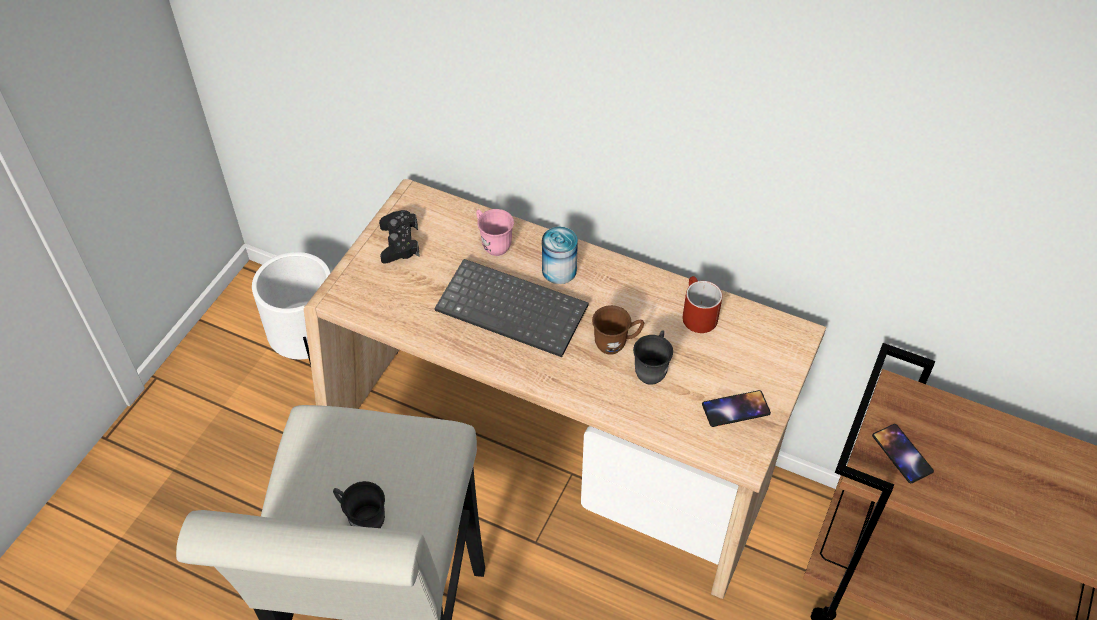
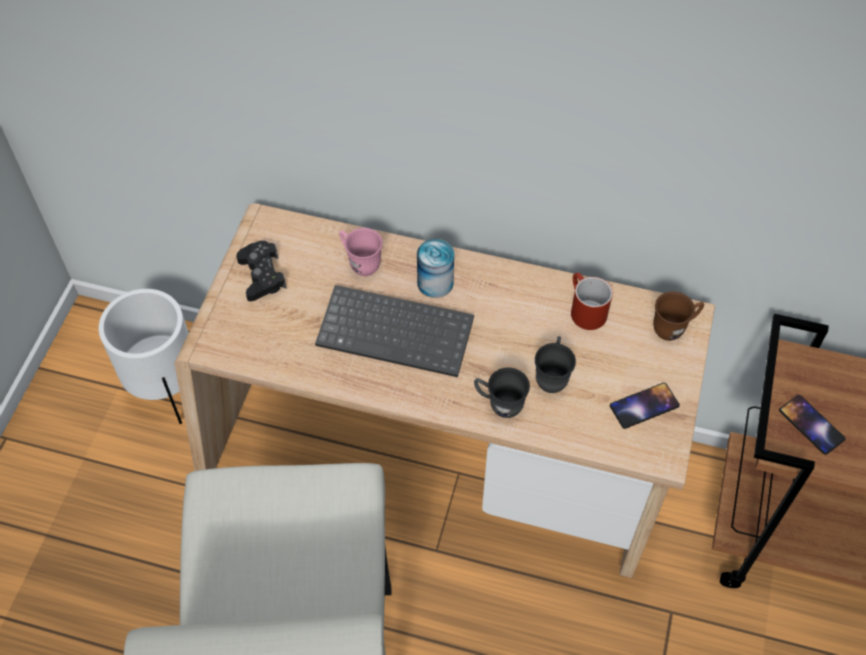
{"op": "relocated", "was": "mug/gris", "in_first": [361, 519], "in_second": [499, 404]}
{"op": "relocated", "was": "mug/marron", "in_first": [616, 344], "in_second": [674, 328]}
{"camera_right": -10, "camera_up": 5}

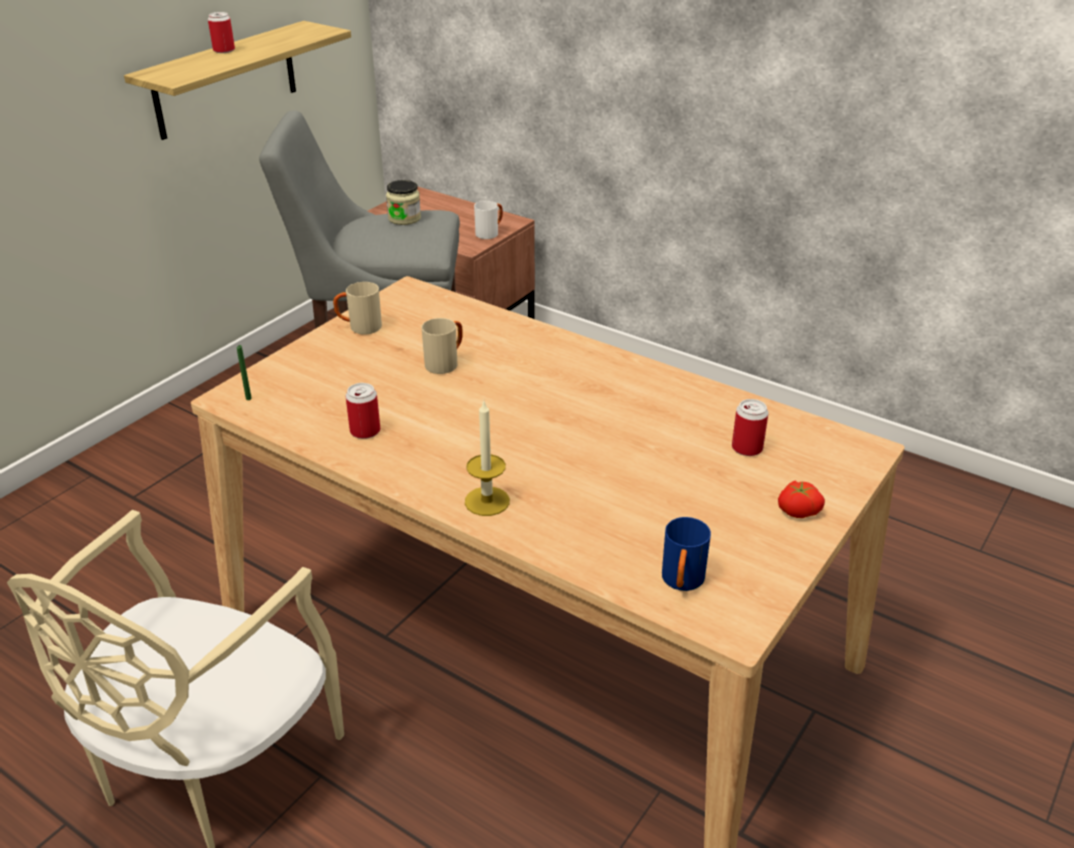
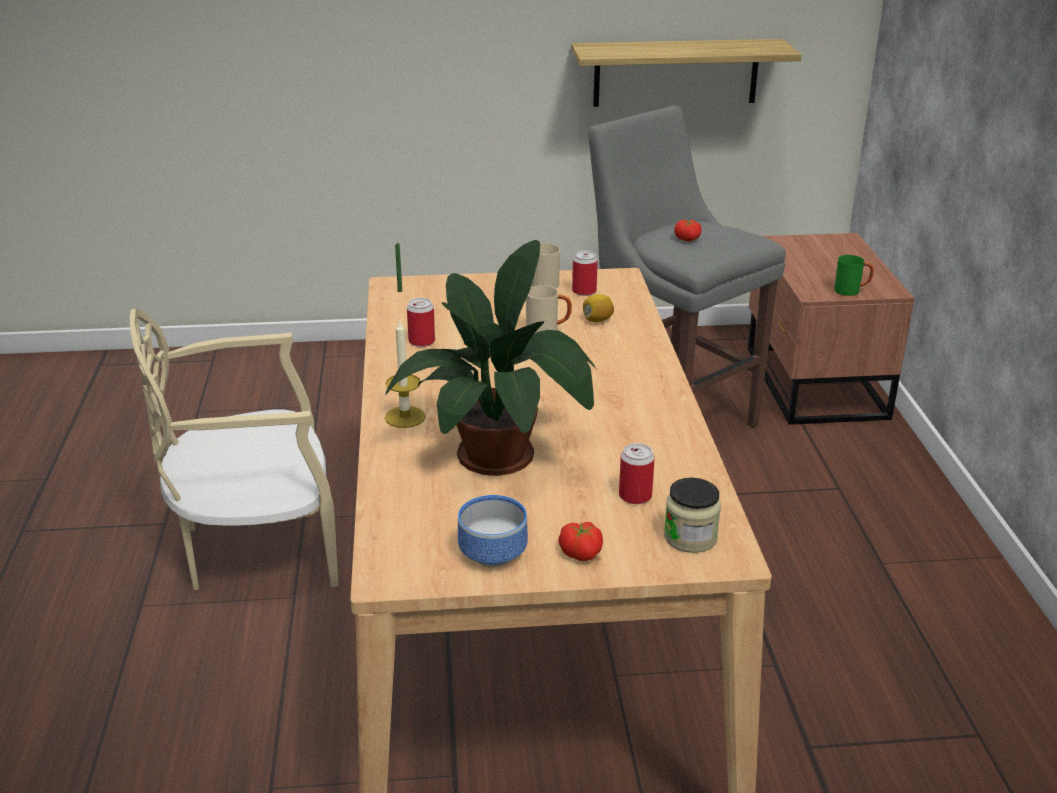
{"op": "appeared", "now": "plante en pot", "in_second": [503, 453]}
{"op": "appeared", "now": "bol", "in_second": [490, 552]}
{"op": "relocated", "was": "boîte métallique", "in_first": [224, 50], "in_second": [584, 291]}
{"op": "appeared", "now": "citron", "in_second": [597, 320]}
{"op": "relocated", "was": "bocal", "in_first": [404, 218], "in_second": [690, 537]}
{"op": "appeared", "now": "tomate", "in_second": [688, 239]}
{"op": "colour", "was": "mug/blanc", "now": "mug/vert", "in_first": [490, 233], "in_second": [852, 291]}
{"op": "missing", "was": "mug/bleu", "in_first": [681, 583]}
{"camera_right": 50, "camera_up": -5}

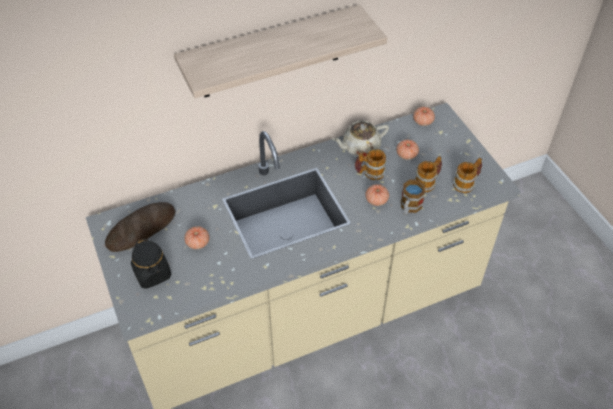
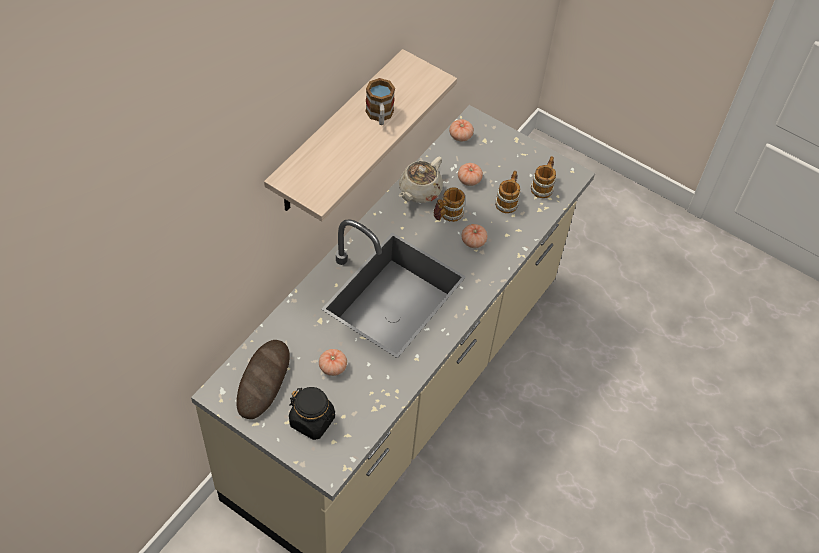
{"op": "relocated", "was": "mug", "in_first": [409, 208], "in_second": [380, 115]}
{"camera_right": -35, "camera_up": 5}

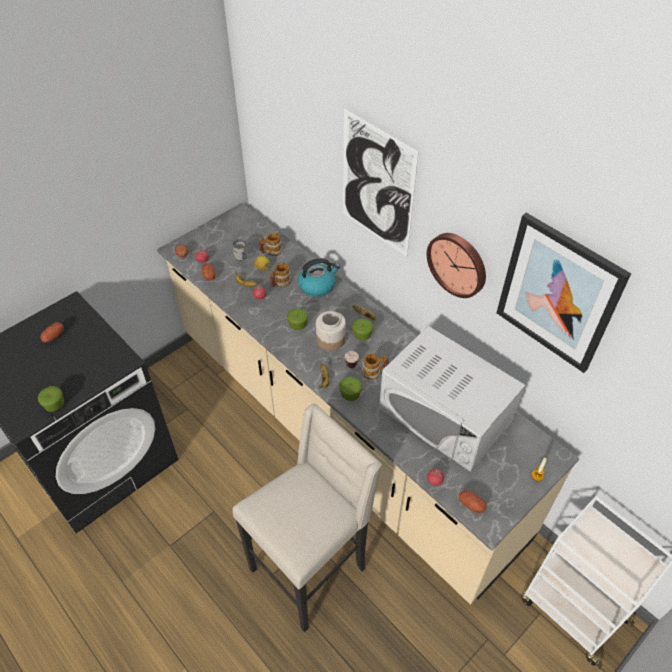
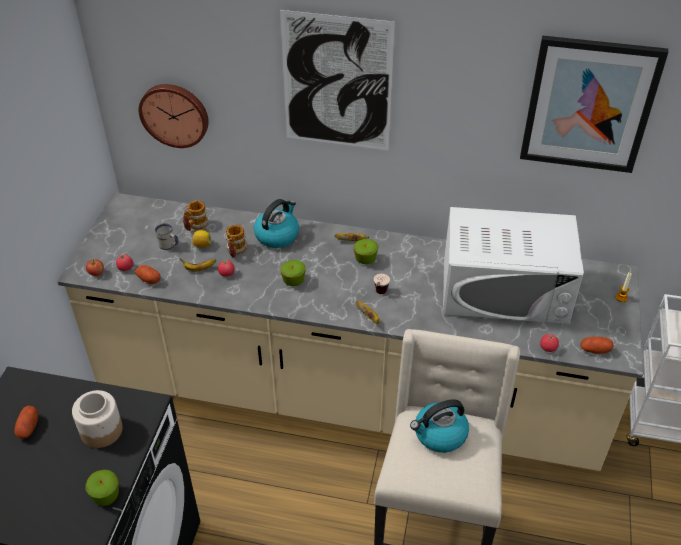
{"op": "relocated", "was": "bocal", "in_first": [331, 339], "in_second": [102, 430]}
{"op": "relocated", "was": "horloge murale", "in_first": [458, 263], "in_second": [175, 114]}
{"op": "appeared", "now": "bouilloire", "in_second": [439, 435]}
{"op": "missing", "was": "pomme", "in_first": [350, 394]}
{"op": "missing", "was": "mug", "in_first": [375, 372]}
{"camera_right": -35, "camera_up": -5}

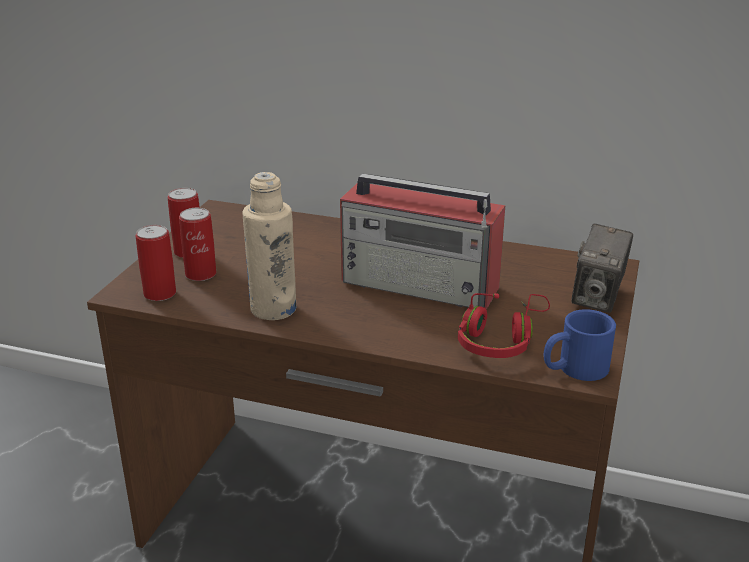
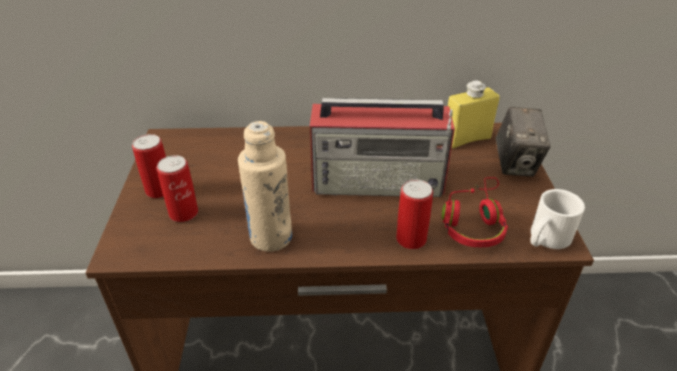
{"op": "relocated", "was": "boîte métallique", "in_first": [160, 293], "in_second": [411, 239]}
{"op": "appeared", "now": "bouteille/jaune", "in_second": [466, 139]}
{"op": "colour", "was": "mug/bleu", "now": "mug/blanc", "in_first": [574, 369], "in_second": [545, 239]}
{"camera_right": -20, "camera_up": 10}

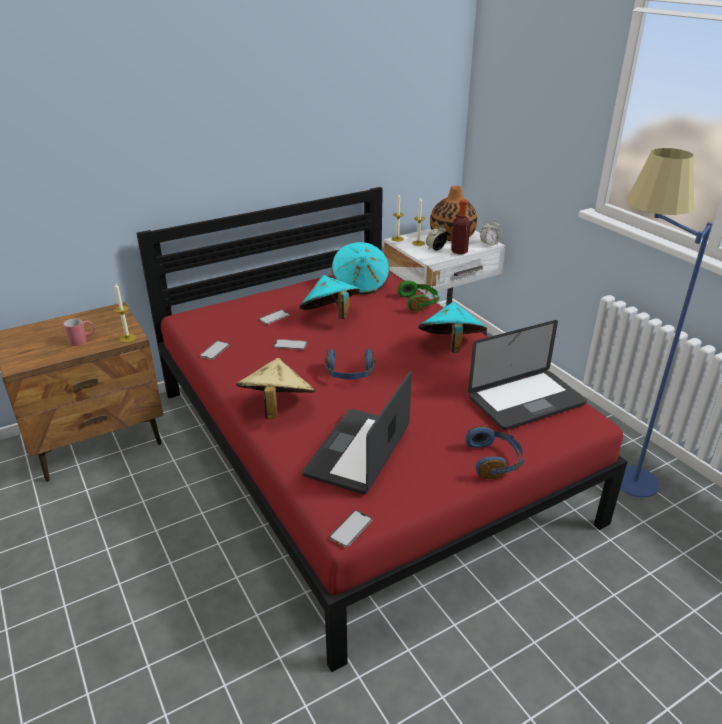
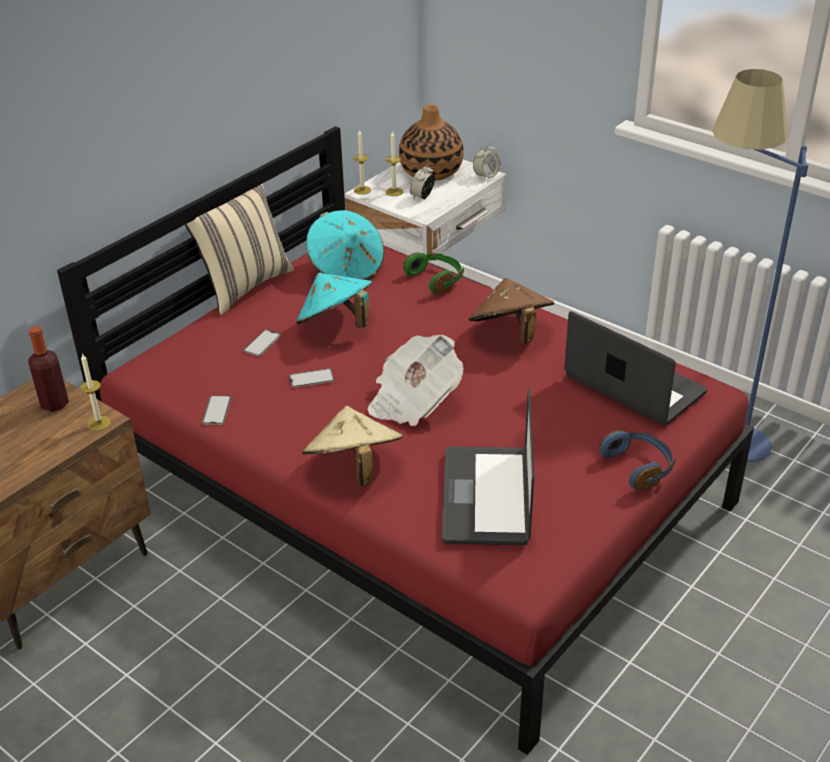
{"op": "relocated", "was": "bouteille", "in_first": [459, 251], "in_second": [54, 404]}
{"op": "appeared", "now": "coussin/beige", "in_second": [244, 286]}
{"op": "exchanged", "was": "casque audio/bleu", "now": "journal", "in_first": [349, 374], "in_second": [413, 400]}
{"op": "colour", "was": "chapeau/turquoise", "now": "chapeau/marron", "in_first": [450, 346], "in_second": [510, 334]}
{"op": "spun", "was": "ordinateur portable", "in_first": [526, 401], "in_second": [634, 385], "clockwise": -90}
{"op": "missing", "was": "mug/rouge", "in_first": [82, 340]}
{"op": "missing", "was": "téléphone", "in_first": [351, 528]}
{"camera_right": -20, "camera_up": 5}

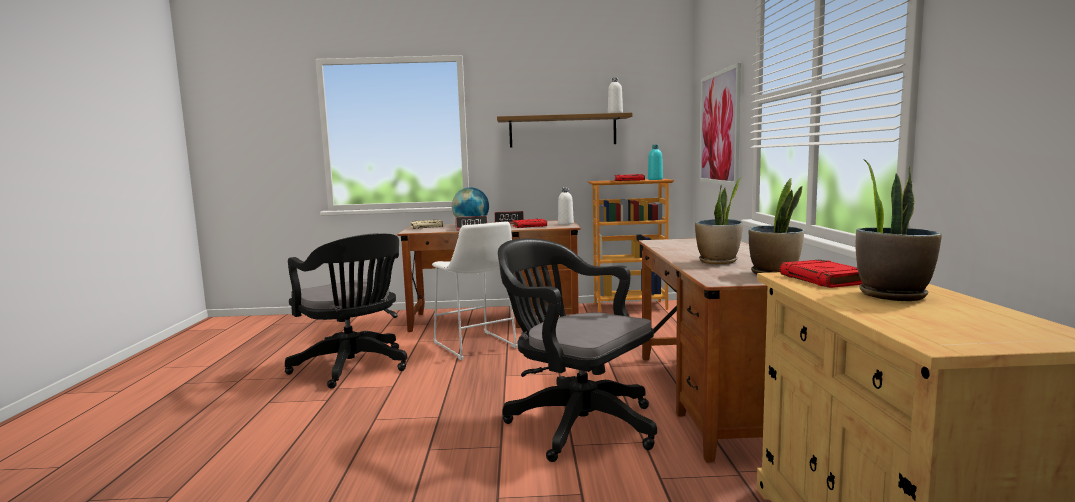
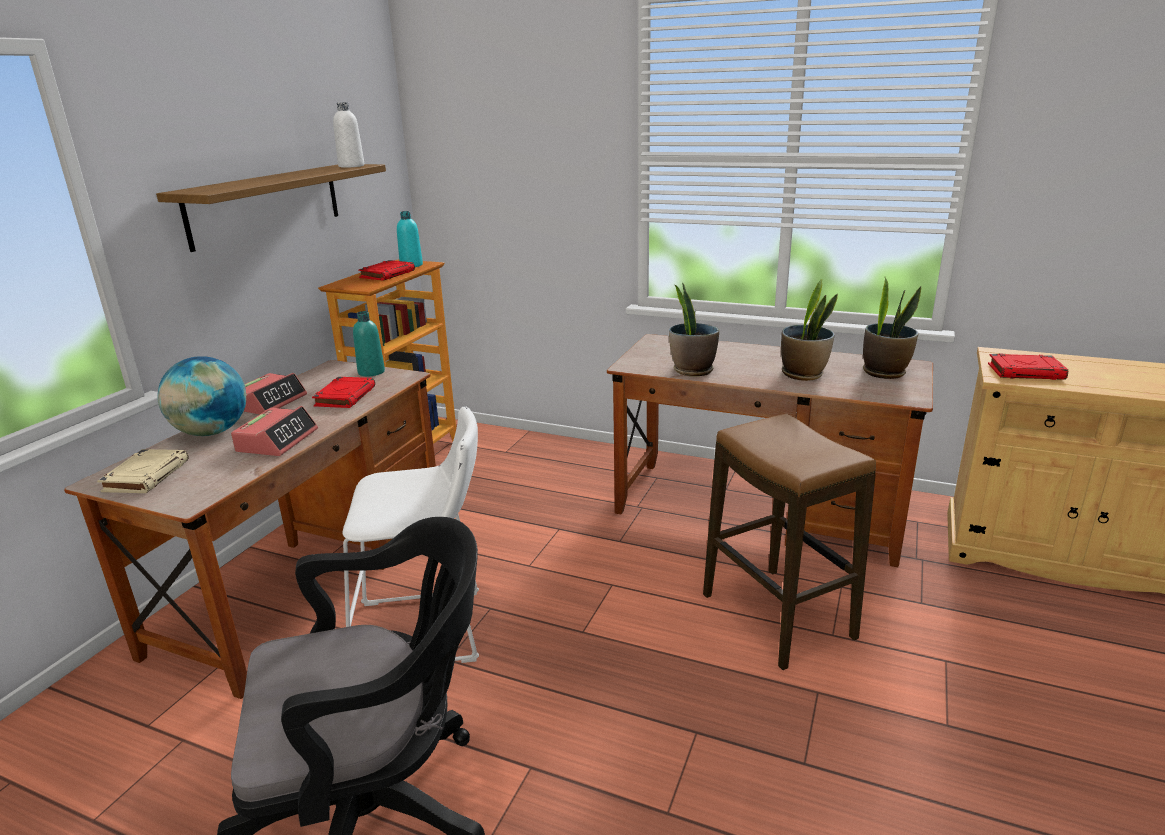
{"op": "colour", "was": "bouteille/blanc", "now": "bouteille/turquoise", "in_first": [565, 223], "in_second": [371, 372]}
{"op": "relocated", "was": "plante en pot", "in_first": [892, 295], "in_second": [692, 370]}
{"op": "exchanged", "was": "chaise de bureau/noir", "now": "tabouret", "in_first": [575, 423], "in_second": [776, 616]}
{"op": "missing", "was": "tableau", "in_first": [719, 128]}
{"camera_right": -65, "camera_up": 15}

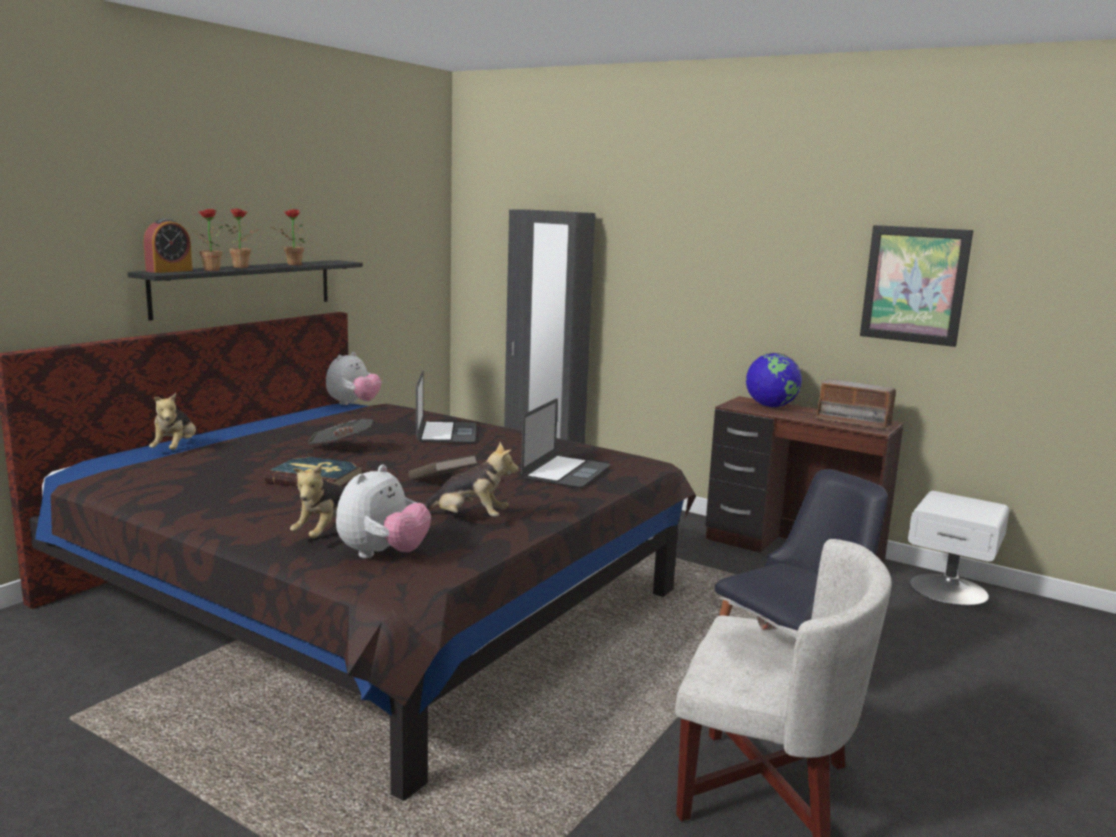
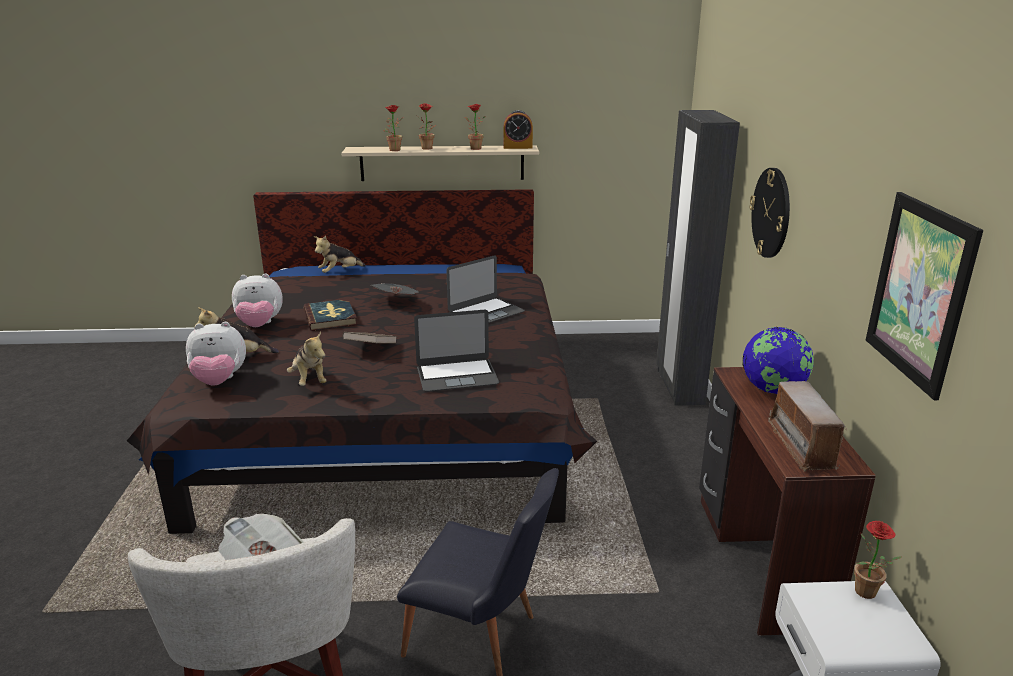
{"op": "relocated", "was": "peluche", "in_first": [353, 404], "in_second": [259, 325]}
{"op": "colour", "was": "étagère/noir", "now": "étagère/beige", "in_first": [245, 287], "in_second": [442, 163]}
{"op": "relocated", "was": "réveil", "in_first": [169, 271], "in_second": [517, 147]}
{"op": "appeared", "now": "horloge murale", "in_second": [771, 213]}
{"op": "appeared", "now": "plante en pot", "in_second": [866, 595]}
{"camera_right": 55, "camera_up": 10}

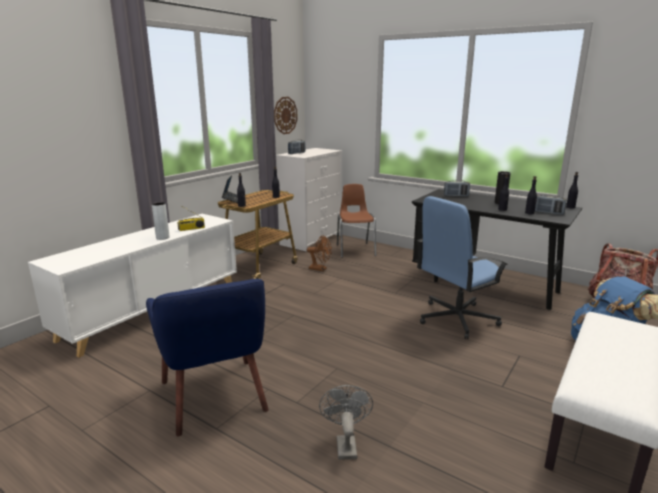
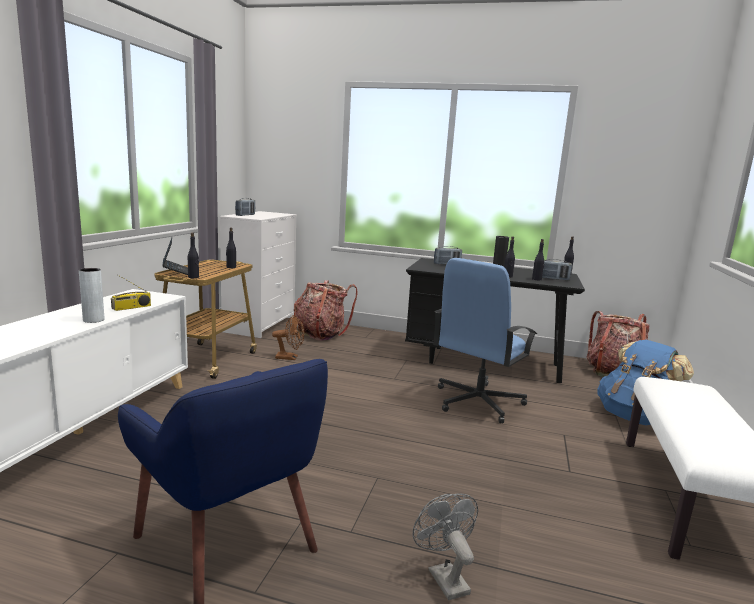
{"op": "exchanged", "was": "chaise/marron", "now": "sac à dos", "in_first": [355, 250], "in_second": [321, 333]}
{"op": "missing", "was": "horloge murale", "in_first": [285, 115]}
{"camera_right": -20, "camera_up": -5}

